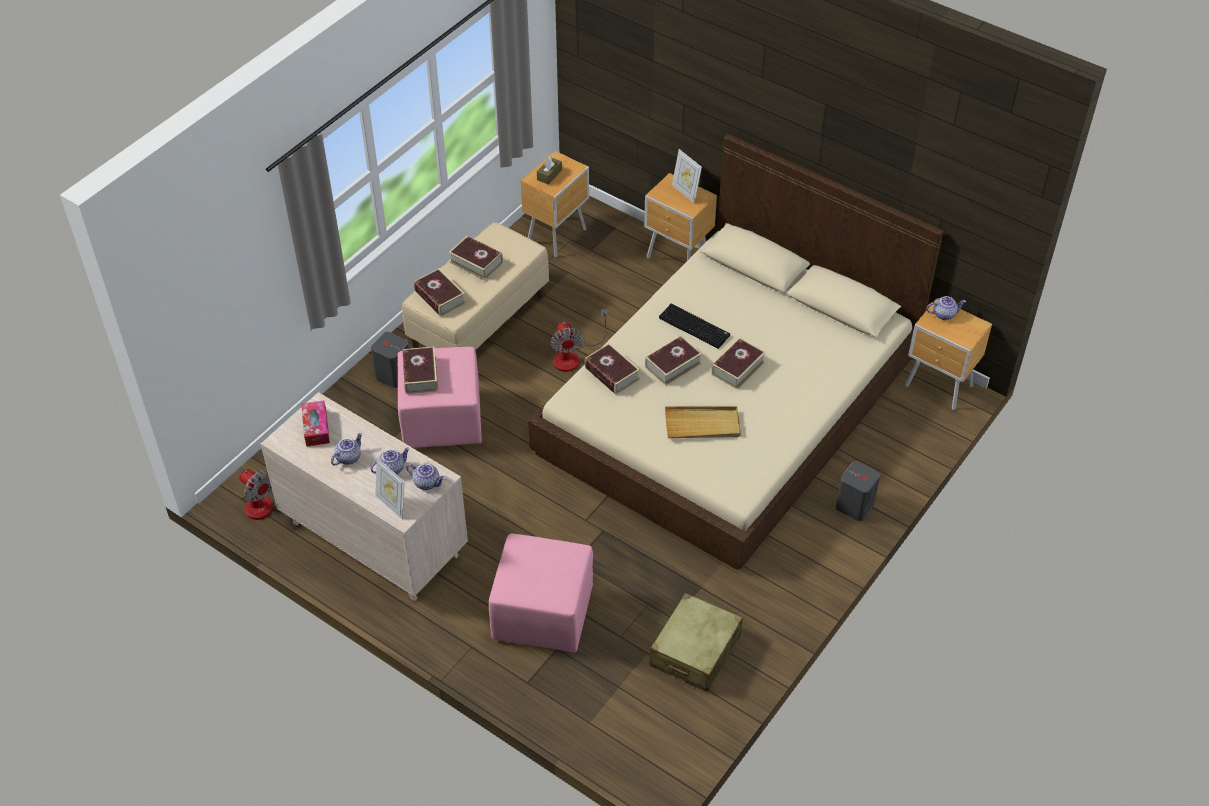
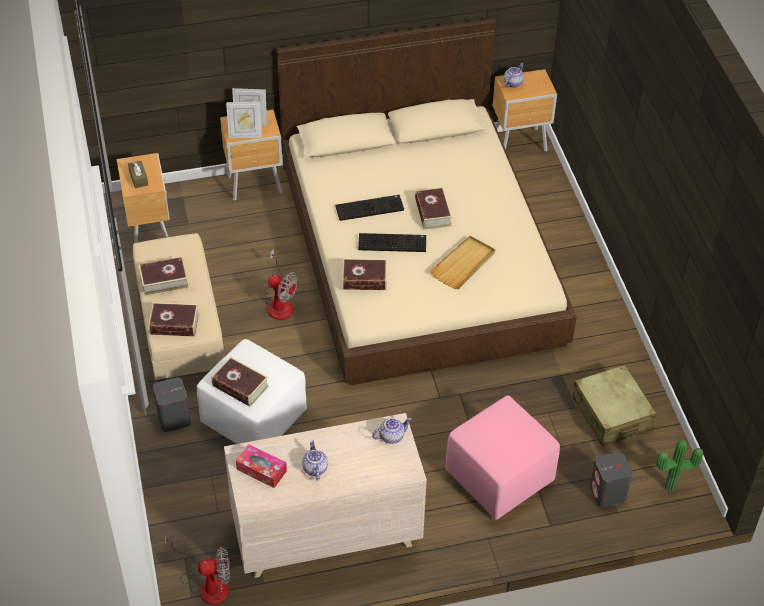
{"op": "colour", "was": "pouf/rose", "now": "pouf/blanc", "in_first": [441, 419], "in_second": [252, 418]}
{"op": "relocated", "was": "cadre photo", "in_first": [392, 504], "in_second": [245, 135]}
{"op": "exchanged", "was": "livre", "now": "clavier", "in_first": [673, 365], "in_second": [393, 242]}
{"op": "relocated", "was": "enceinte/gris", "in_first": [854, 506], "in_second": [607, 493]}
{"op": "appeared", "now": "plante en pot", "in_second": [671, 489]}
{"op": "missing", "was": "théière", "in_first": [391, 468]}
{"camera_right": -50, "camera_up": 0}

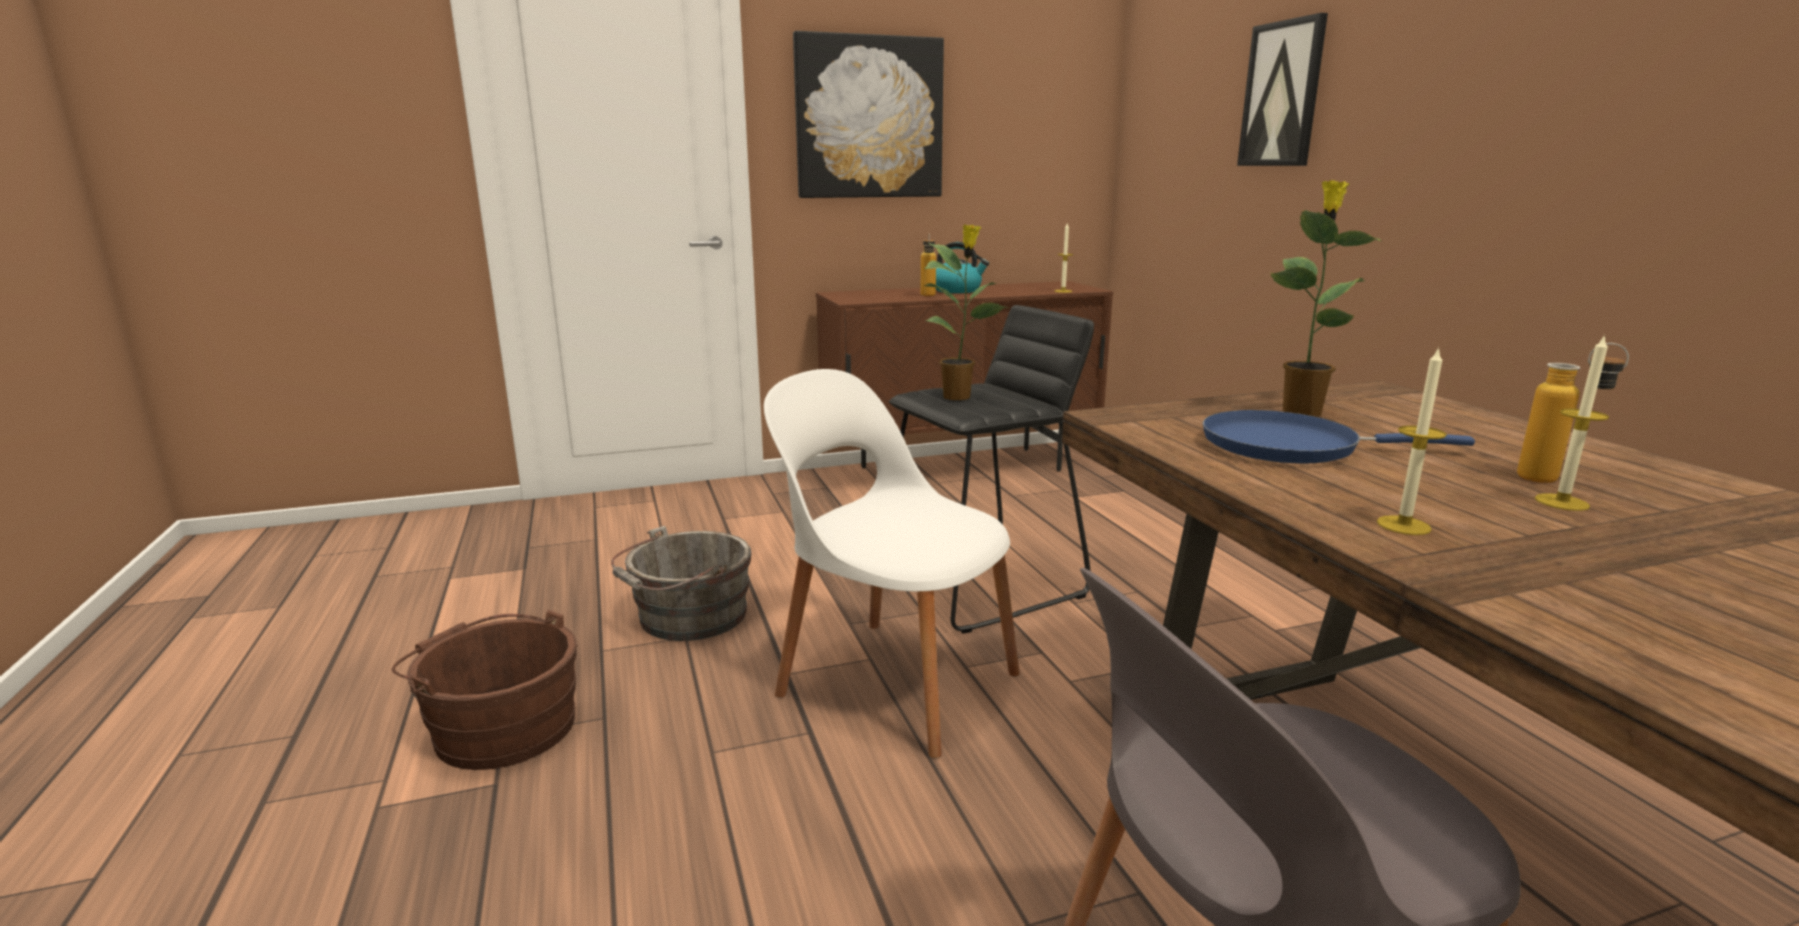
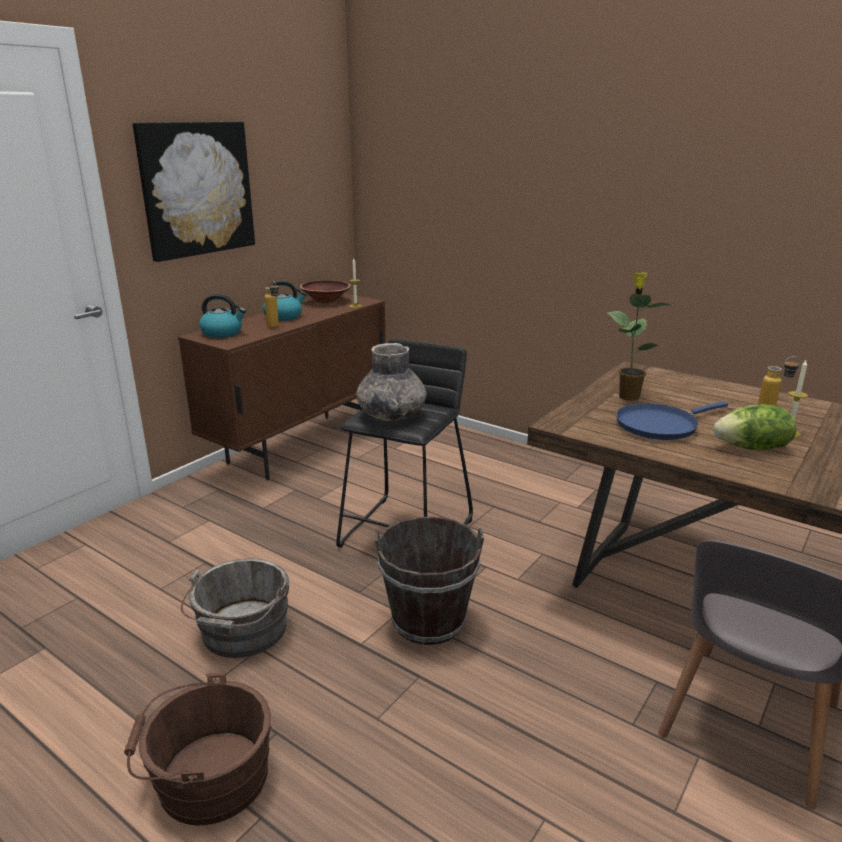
{"op": "appeared", "now": "bouilloire", "in_second": [222, 333]}
{"op": "appeared", "now": "bol/marron", "in_second": [325, 301]}
{"op": "exchanged", "was": "plante en pot", "now": "vase/gris", "in_first": [958, 396], "in_second": [391, 415]}
{"op": "exchanged", "was": "chaise/blanc", "now": "seau/marron", "in_first": [893, 681], "in_second": [428, 620]}
{"op": "appeared", "now": "laitue", "in_second": [752, 448]}
{"op": "missing", "was": "tableau", "in_first": [1282, 94]}
{"op": "missing", "was": "bougie", "in_first": [1403, 525]}
{"camera_right": -35, "camera_up": 5}

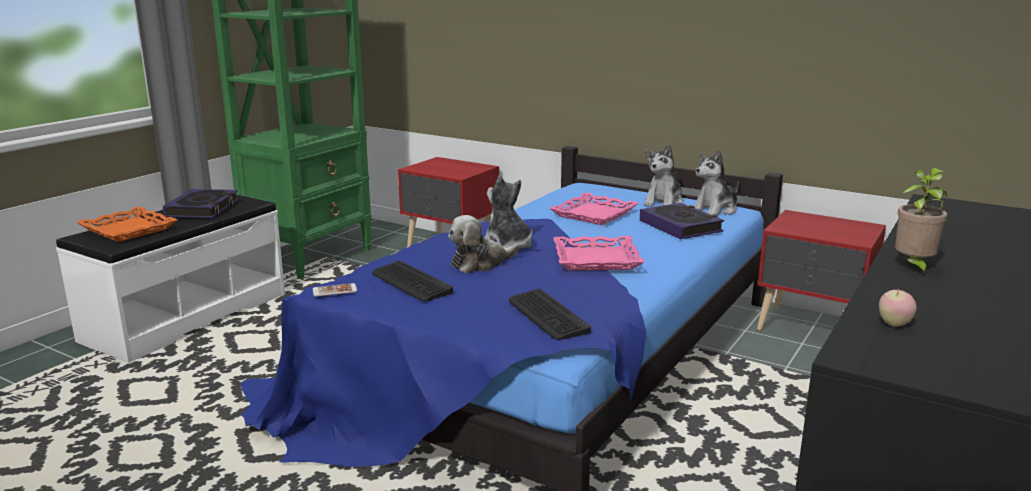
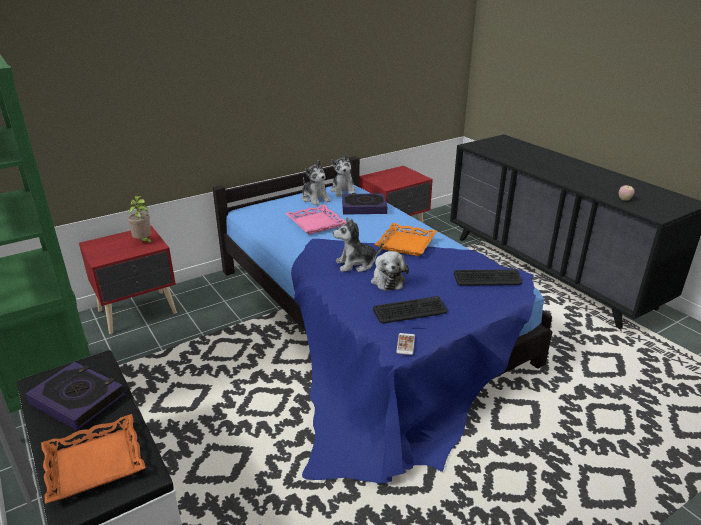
{"op": "relocated", "was": "plante en pot", "in_first": [913, 267], "in_second": [144, 242]}
{"op": "colour", "was": "plateau/rose", "now": "plateau/orange", "in_first": [596, 260], "in_second": [406, 244]}
{"camera_right": -65, "camera_up": 10}

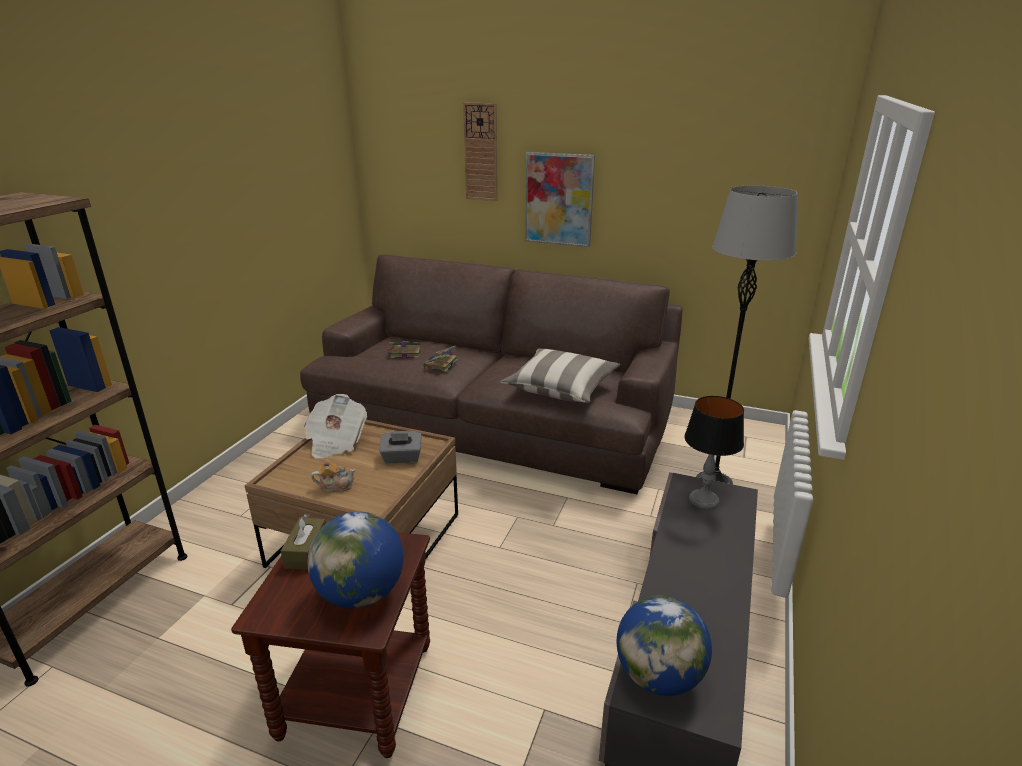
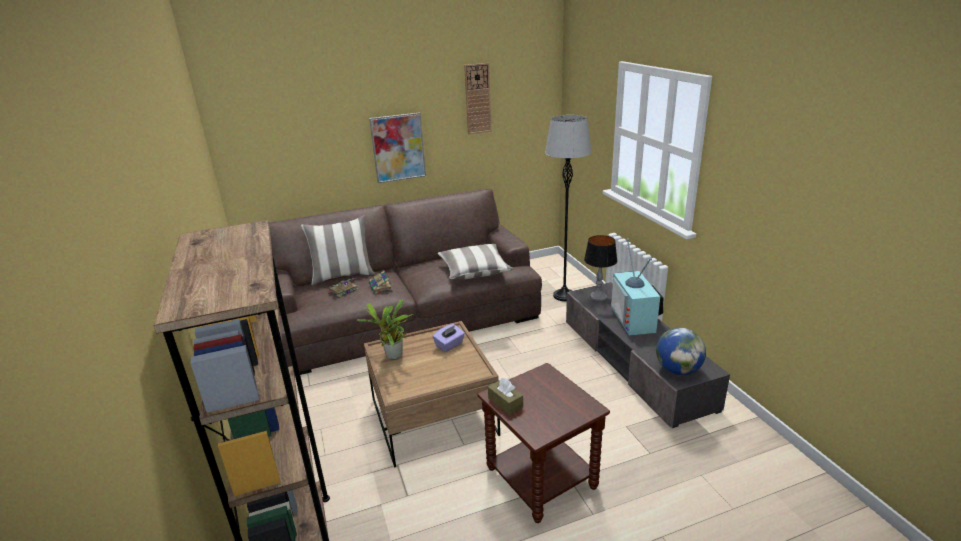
{"op": "appeared", "now": "coussin", "in_second": [343, 276]}
{"op": "exchanged", "was": "journal", "now": "plante en pot", "in_first": [335, 441], "in_second": [393, 357]}
{"op": "colour", "was": "boîte à mouchoirs/gris", "now": "boîte à mouchoirs/violet", "in_first": [401, 458], "in_second": [449, 345]}
{"op": "relocated", "was": "horloge murale", "in_first": [481, 152], "in_second": [477, 99]}
{"op": "appeared", "now": "téléviseur", "in_second": [636, 319]}
{"op": "missing", "was": "globe", "in_first": [361, 593]}
{"op": "missing", "was": "théière", "in_first": [335, 486]}
{"camera_right": -40, "camera_up": 0}

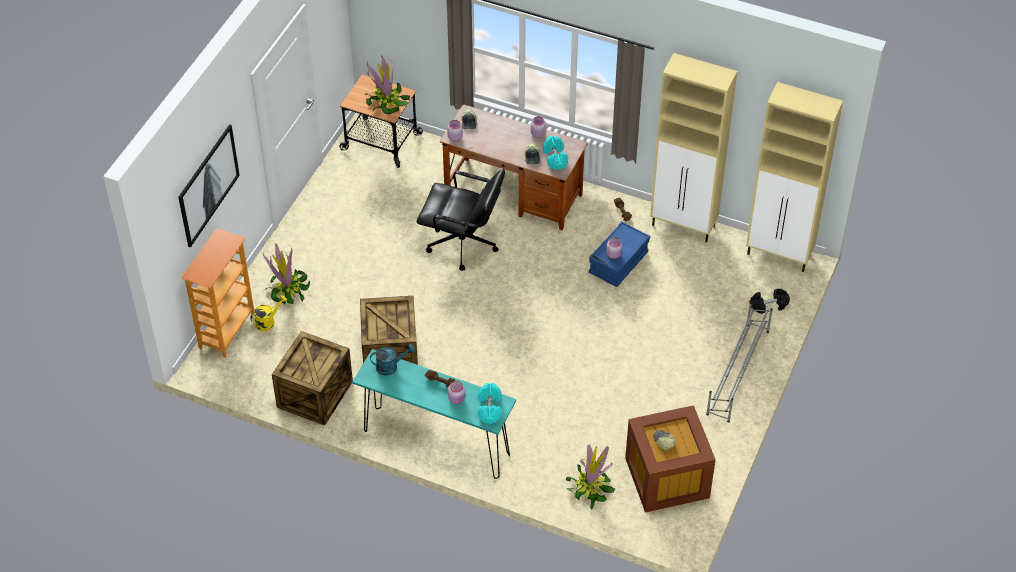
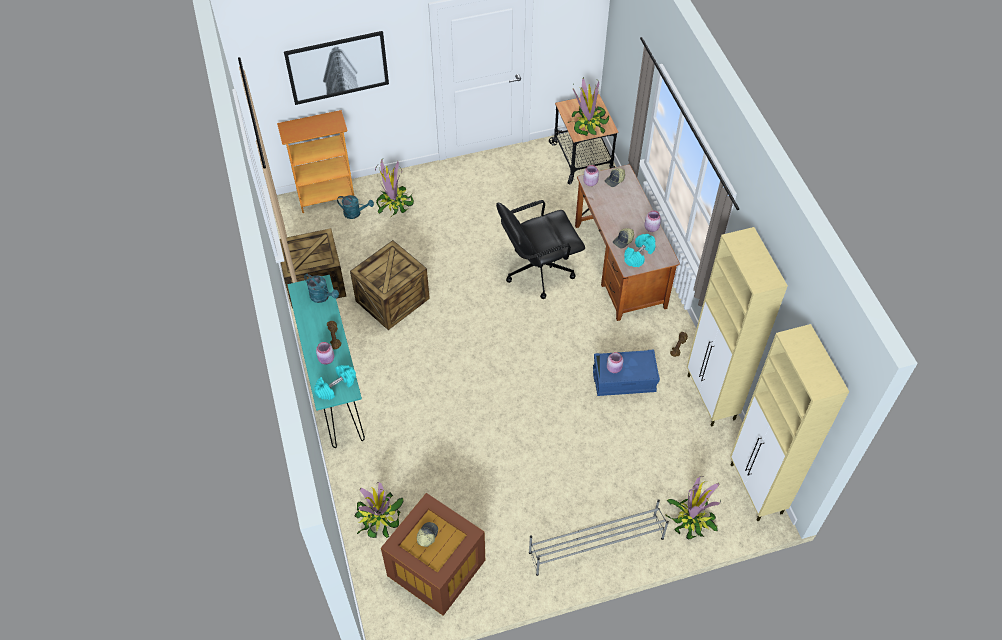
{"op": "colour", "was": "arrosoir/jaune", "now": "arrosoir/turquoise", "in_first": [268, 321], "in_second": [355, 213]}
{"op": "spun", "was": "chaise de bureau/noir", "in_first": [463, 244], "in_second": [538, 270], "clockwise": 90}
{"op": "exchanged", "was": "haltère/noir", "now": "plante en pot", "in_first": [768, 306], "in_second": [691, 519]}
{"camera_right": 50, "camera_up": 5}

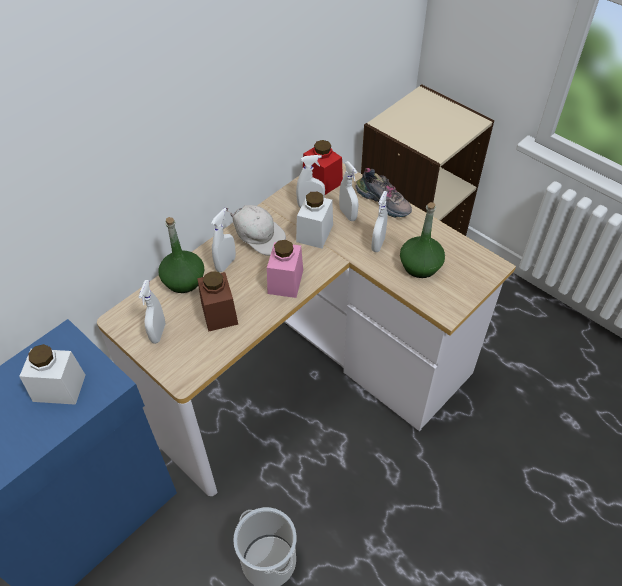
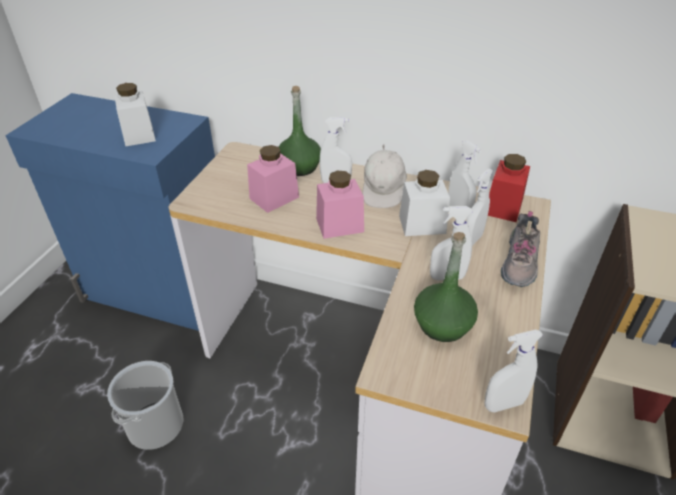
{"op": "colour", "was": "bocal/marron", "now": "bocal/rose", "in_first": [219, 313], "in_second": [274, 198]}
{"op": "relocated", "was": "vaporisateur/blanc", "in_first": [158, 333], "in_second": [503, 404]}
{"camera_right": 65, "camera_up": -10}

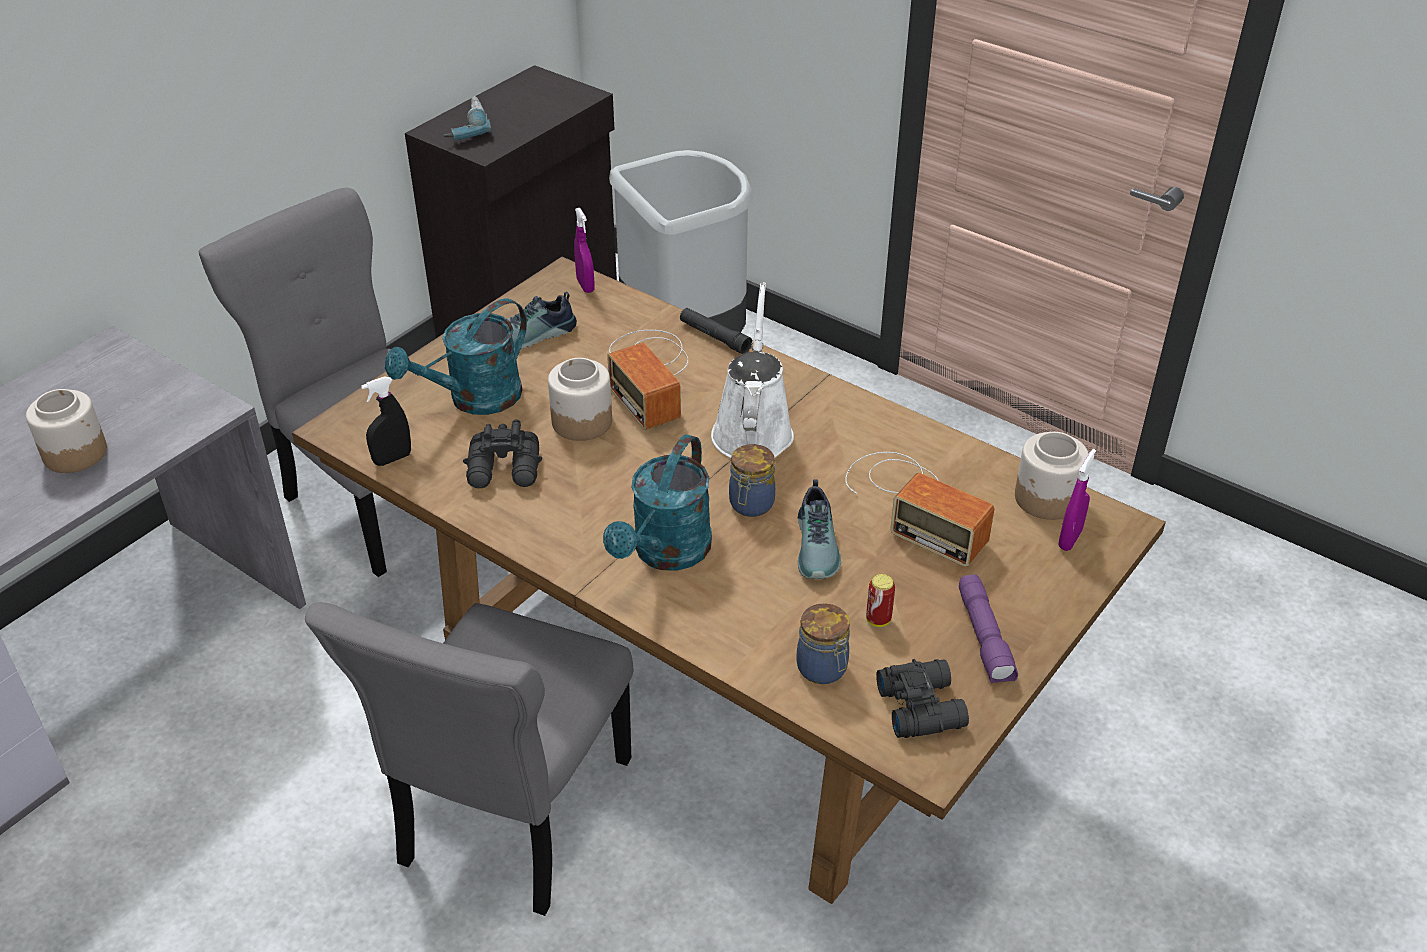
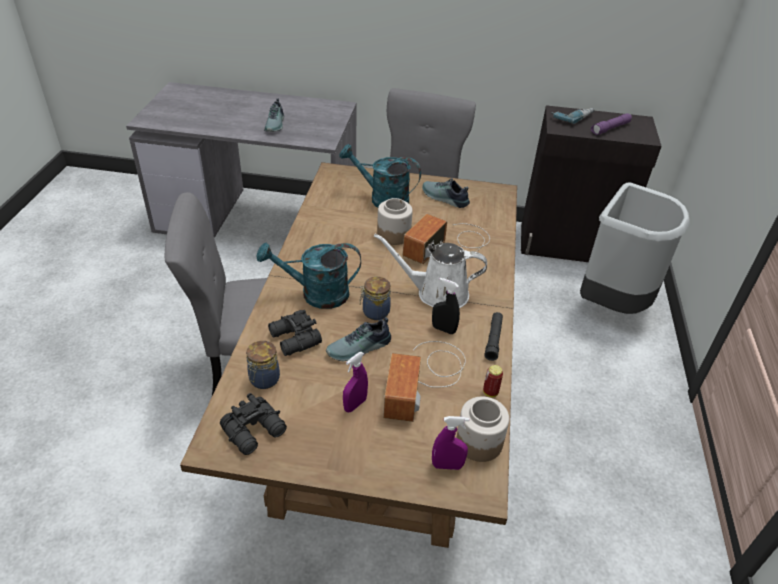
{"op": "exchanged", "was": "bocal", "now": "chaussure", "in_first": [75, 453], "in_second": [276, 124]}
{"op": "relocated", "was": "jumelles/noir", "in_first": [505, 470], "in_second": [294, 340]}
{"op": "relocated", "was": "vaporisateur/violet", "in_first": [585, 285], "in_second": [355, 404]}
{"op": "spun", "was": "arrosoir/blanc", "in_first": [752, 429], "in_second": [437, 293], "clockwise": -150}
{"op": "relocated", "was": "vaporisateur/noir", "in_first": [392, 459], "in_second": [443, 329]}
{"op": "relocated", "was": "boîte métallique", "in_first": [878, 620], "in_second": [490, 392]}
{"op": "relocated", "was": "lampe de poche/noir", "in_first": [714, 337], "in_second": [493, 339]}
{"op": "relocated", "was": "lampe de poche/violet", "in_first": [985, 638], "in_second": [610, 129]}
{"camera_right": 60, "camera_up": 0}

